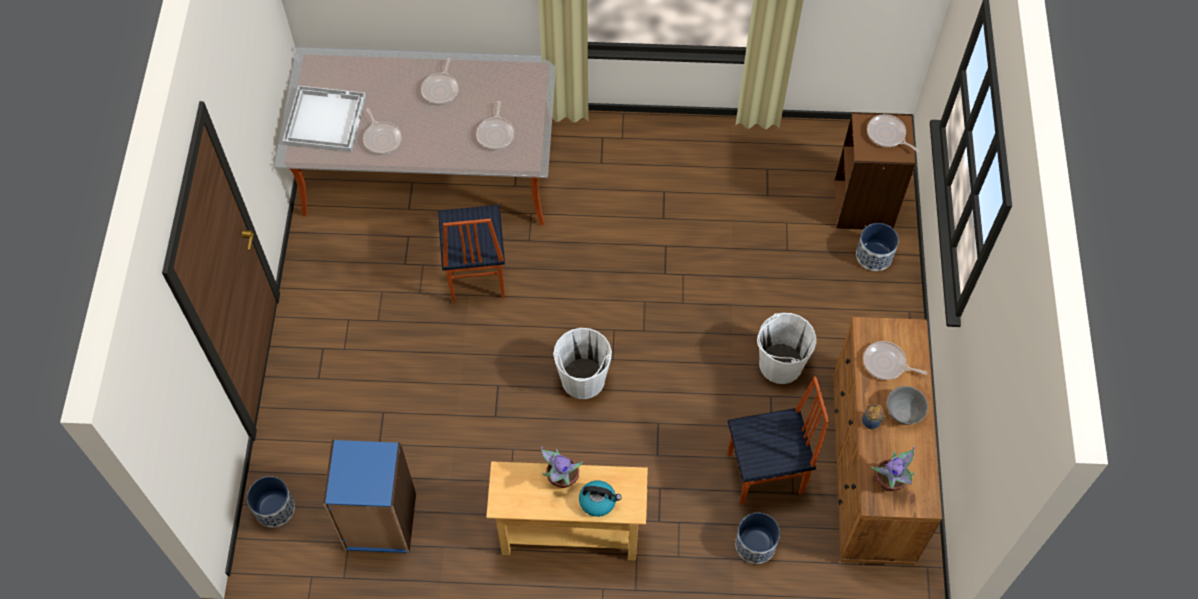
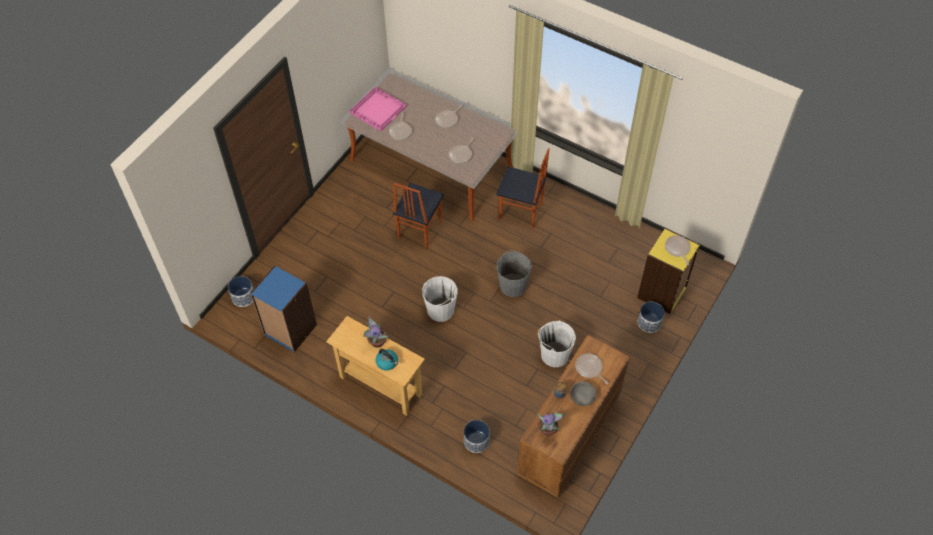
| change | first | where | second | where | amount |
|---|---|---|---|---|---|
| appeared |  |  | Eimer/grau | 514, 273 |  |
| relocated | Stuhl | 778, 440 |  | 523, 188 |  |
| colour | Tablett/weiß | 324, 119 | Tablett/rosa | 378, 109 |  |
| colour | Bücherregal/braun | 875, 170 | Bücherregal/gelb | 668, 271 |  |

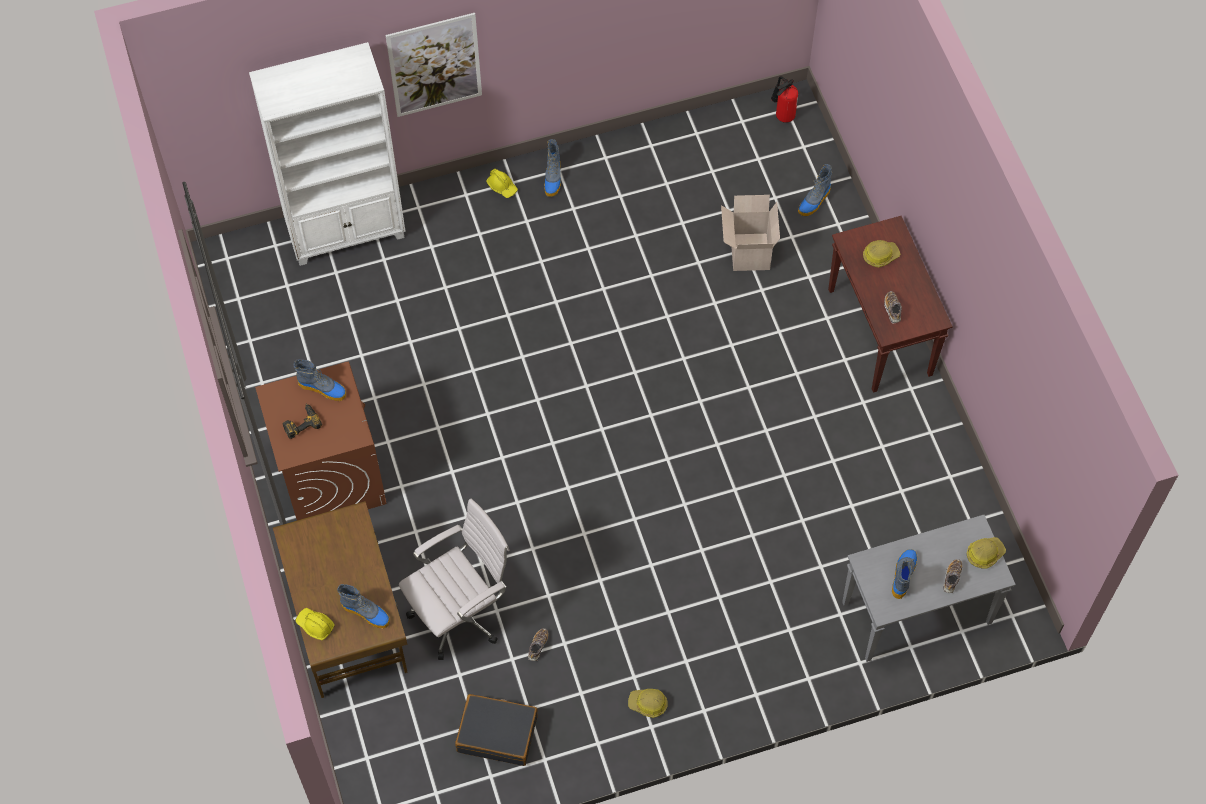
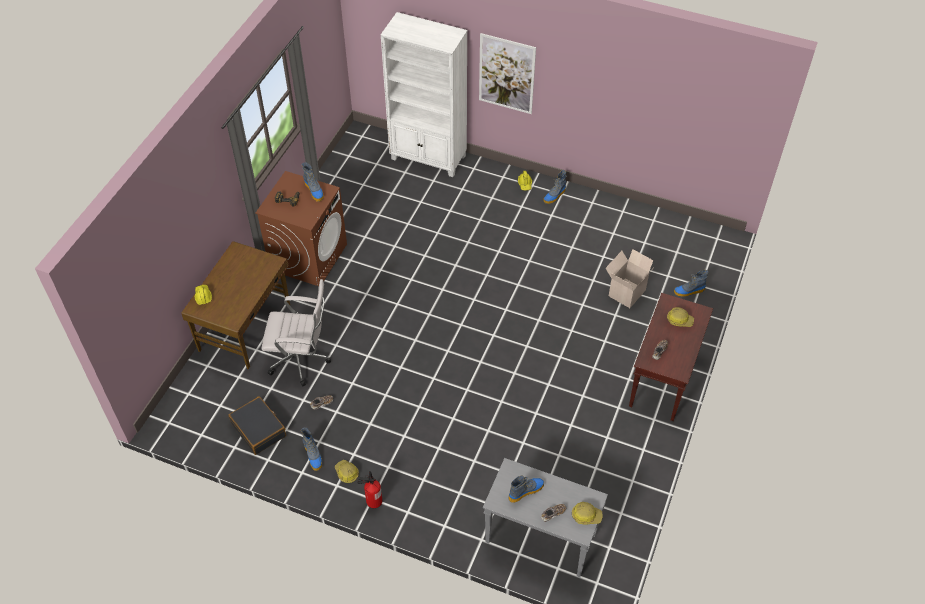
| change | first | where | second | where | amount |
|---|---|---|---|---|---|
| relocated | Stiefel | 363, 606 |  | 311, 449 |  |
| relocated | Feuerlöscher | 784, 99 |  | 369, 489 |  |

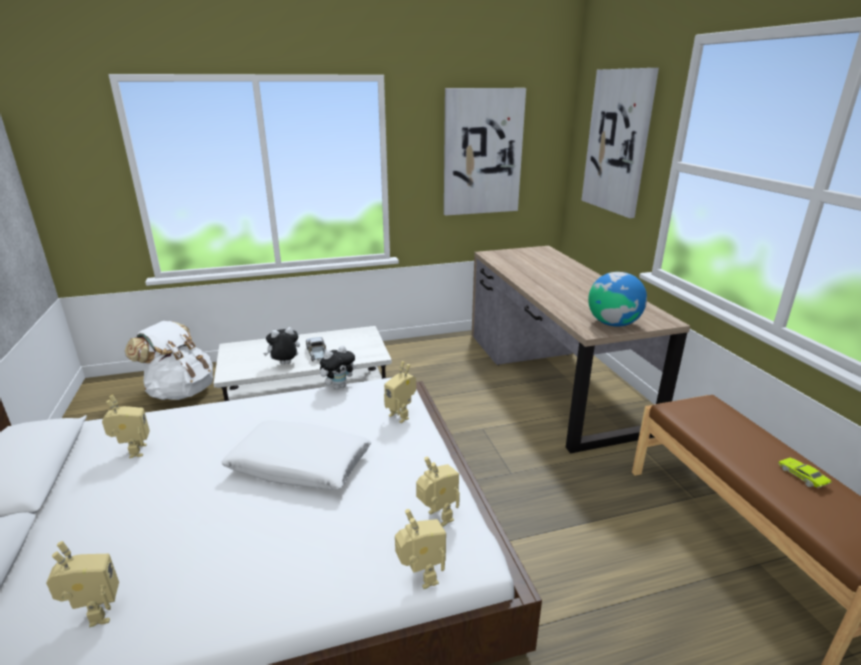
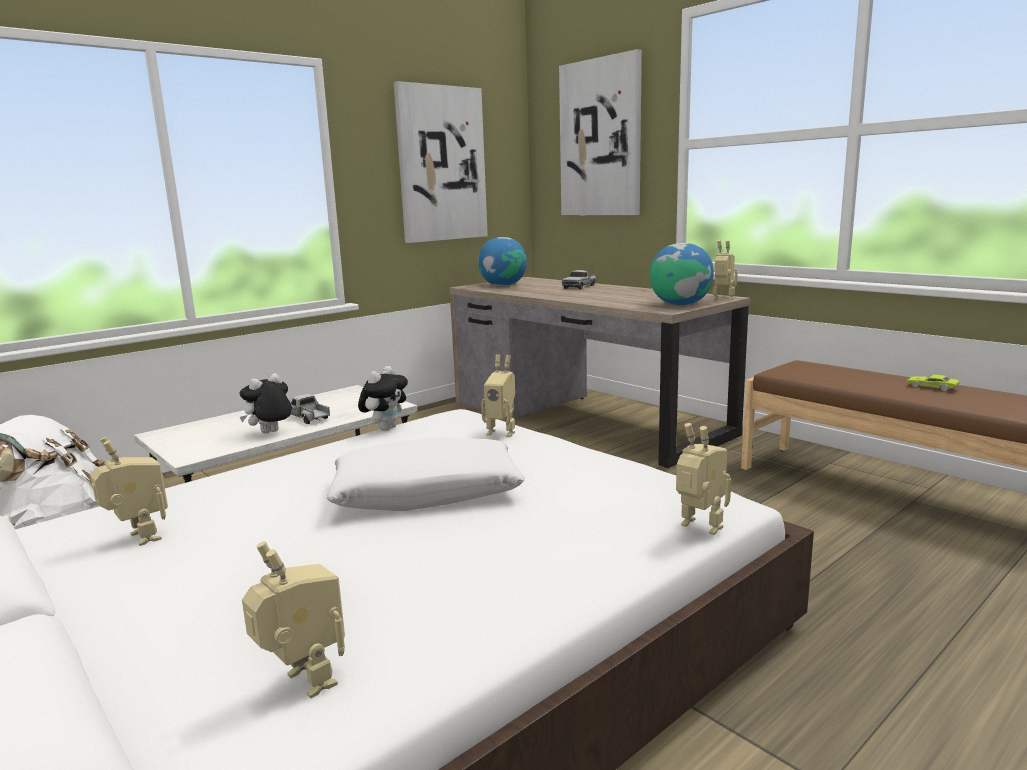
| change | first | where | second | where | amount |
|---|---|---|---|---|---|
| appeared |  |  | Globus | 502, 261 |  |
| appeared |  |  | Spielzeuglaster | 579, 279 |  |
| relocated | Spielzeugroboter | 438, 491 |  | 725, 270 |  |

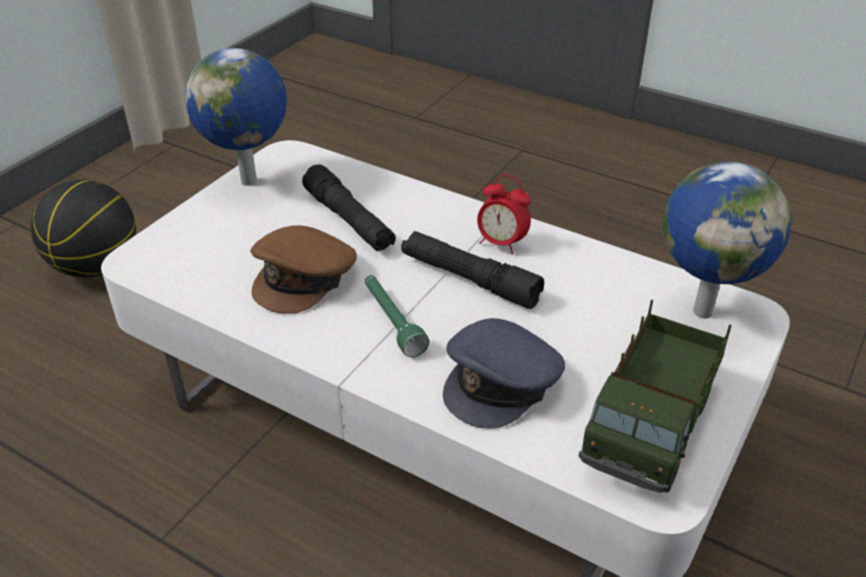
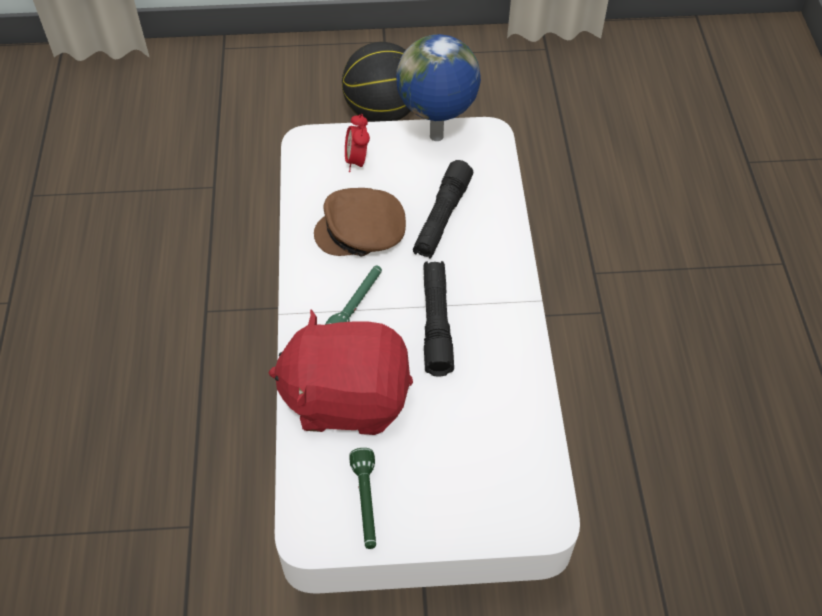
| change | first | where | second | where | amount |
|---|---|---|---|---|---|
| missing | Globus | 726, 240 |  |  |  |
| relocated | Wecker | 504, 214 |  | 357, 142 |  |
| exchanged | Kappe/grau | 504, 373 | Plüschtier/rot | 340, 372 |  |
| exchanged | Spielzeuglaster | 655, 396 | Taschenlampe/grün | 362, 498 |  |

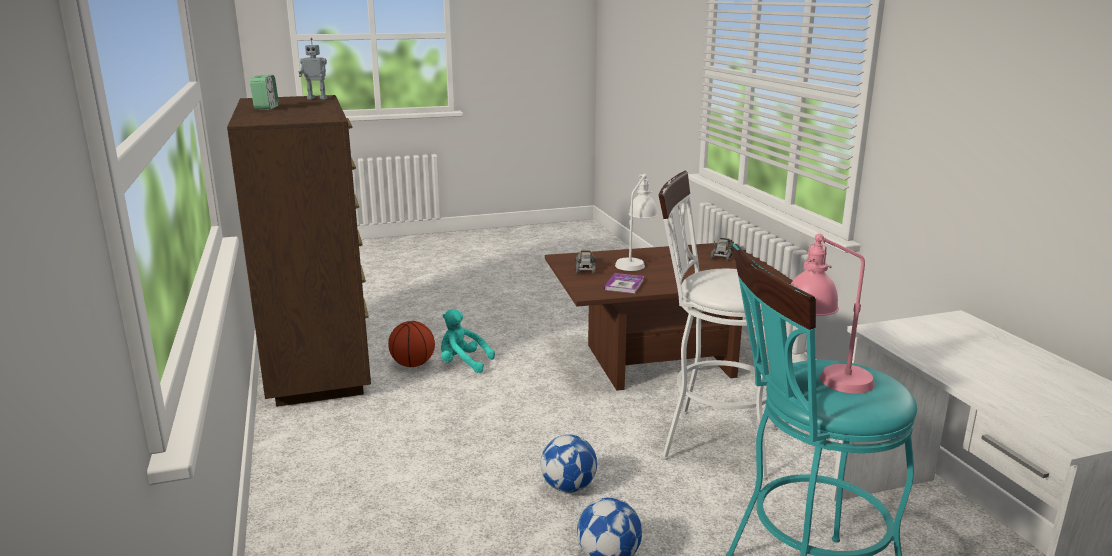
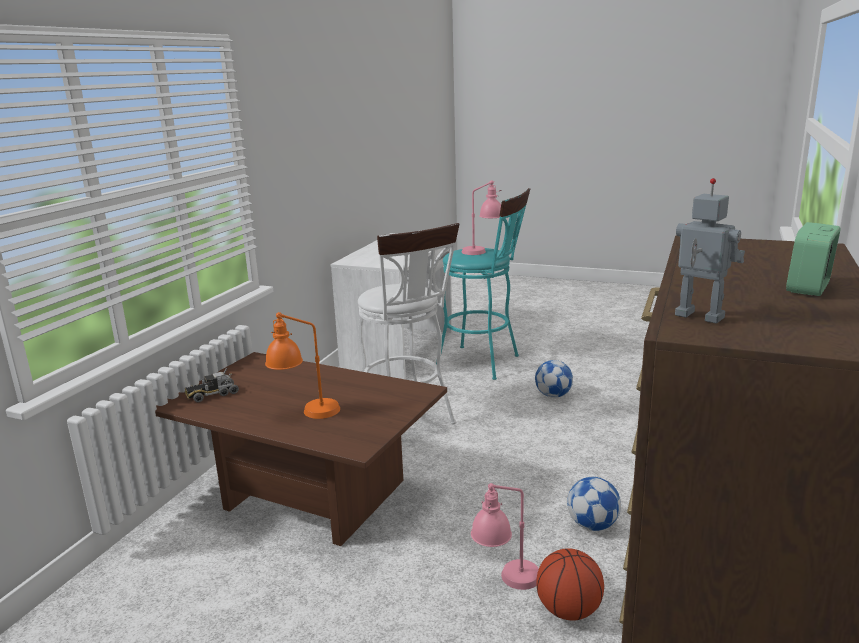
| change | first | where | second | where | amount |
|---|---|---|---|---|---|
| missing | Spielzeuglaster | 586, 262 |  |  |  |
| missing | Buch | 624, 283 |  |  |  |
| relocated | Fußball | 569, 463 |  | 594, 504 |  |
| exchanged | Plüschtier/türkis | 468, 341 | Tischlampe/rosa | 505, 536 |  |
| colour | Tischlampe/weiß | 636, 222 | Tischlampe/orange | 302, 365 |  |

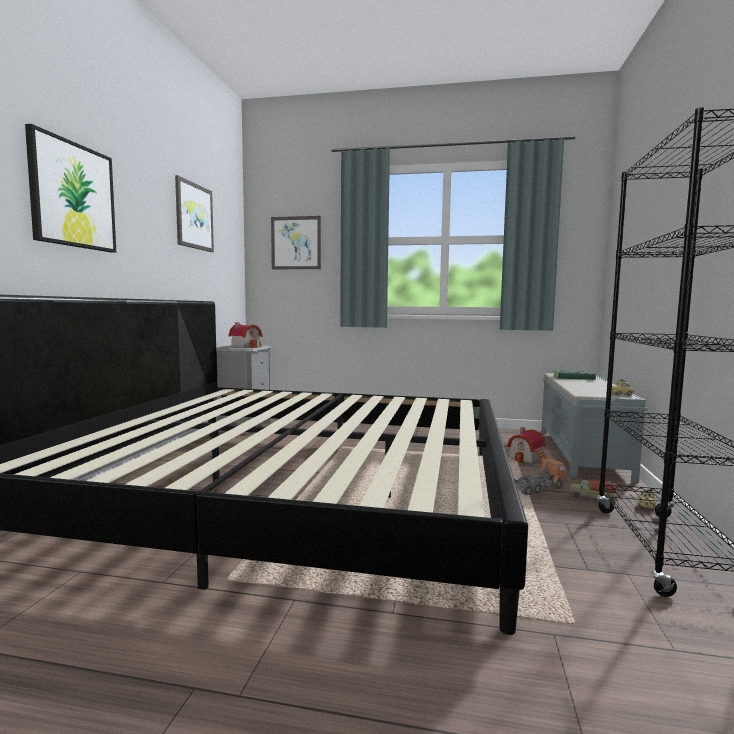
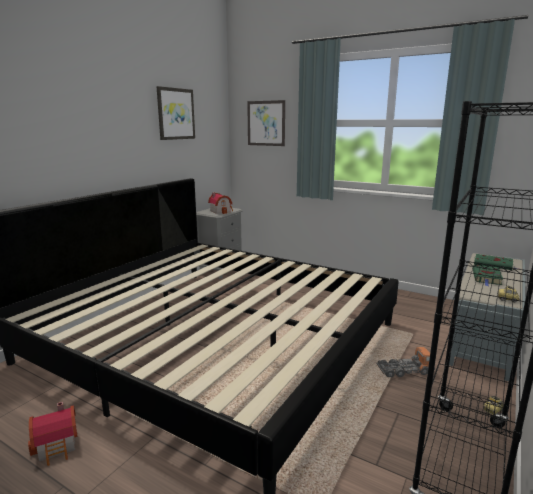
| change | first | where | second | where | amount |
|---|---|---|---|---|---|
| missing | Bild | 70, 188 |  |  |  |
| missing | Spielzeuglaster | 594, 490 |  |  |  |
| appeared |  |  | Buch/grün | 487, 275 |  |
| relocated | Spielzeughaus | 526, 445 |  | 52, 434 |  |

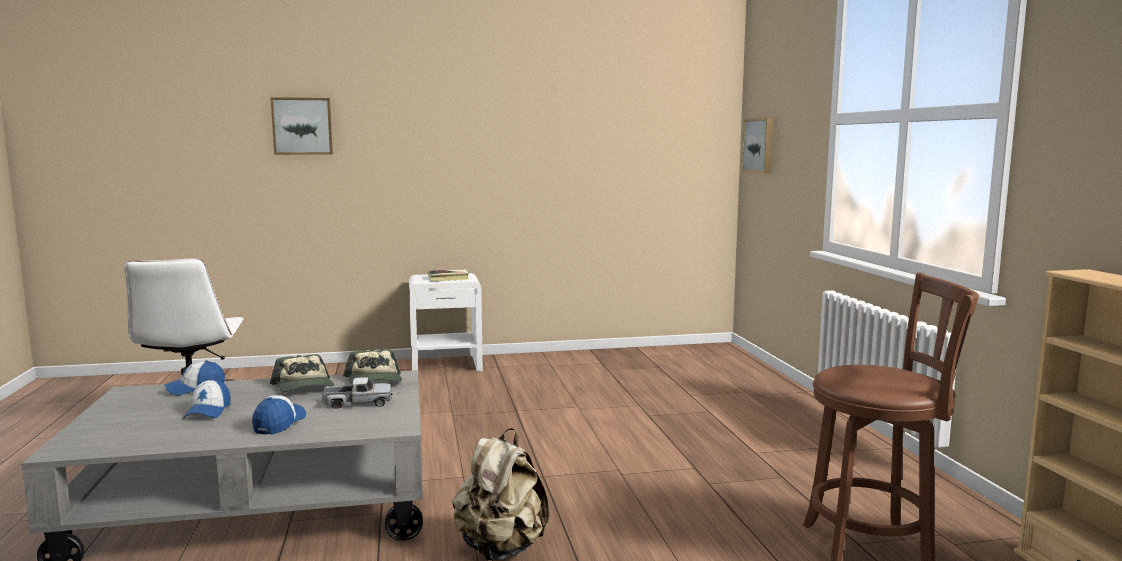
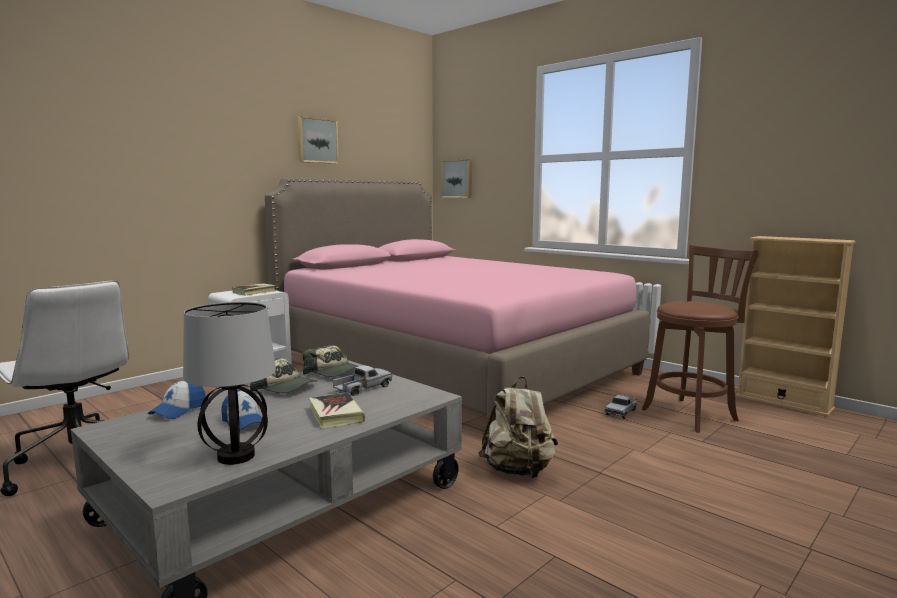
| change | first | where | second | where | amount |
|---|---|---|---|---|---|
| appeared |  |  | Tischlampe | 229, 383 |  |
| appeared |  |  | Bett/rosa | 457, 298 |  |
| appeared |  |  | Spielzeuglaster | 621, 407 |  |
| relocated | Bild | 302, 126 |  | 318, 140 |  |
| exchanged | Kappe | 279, 415 | Buch | 337, 411 |  |

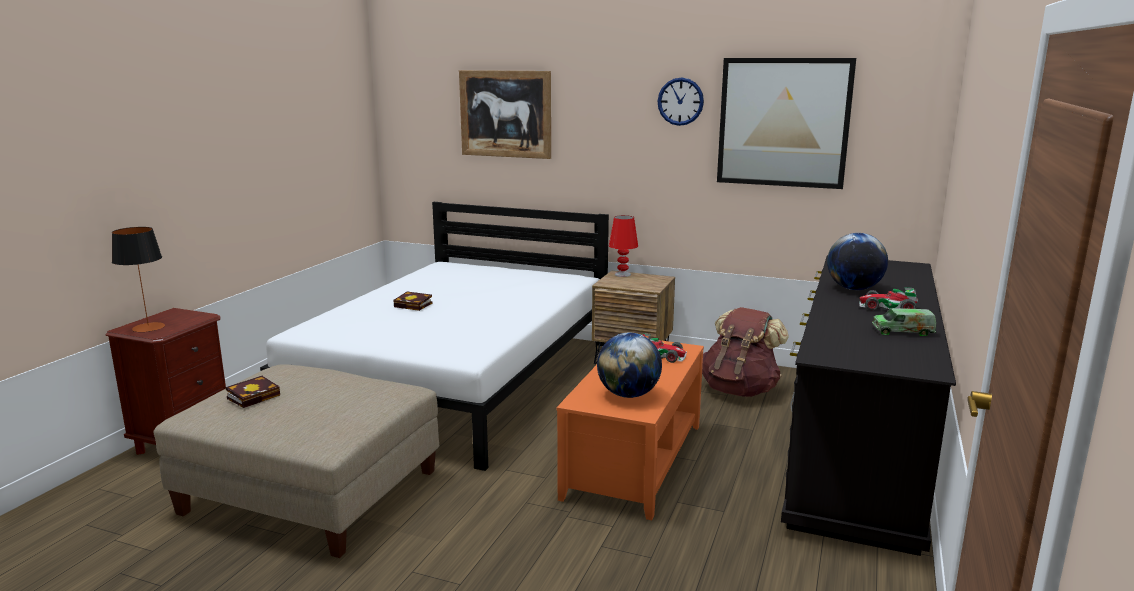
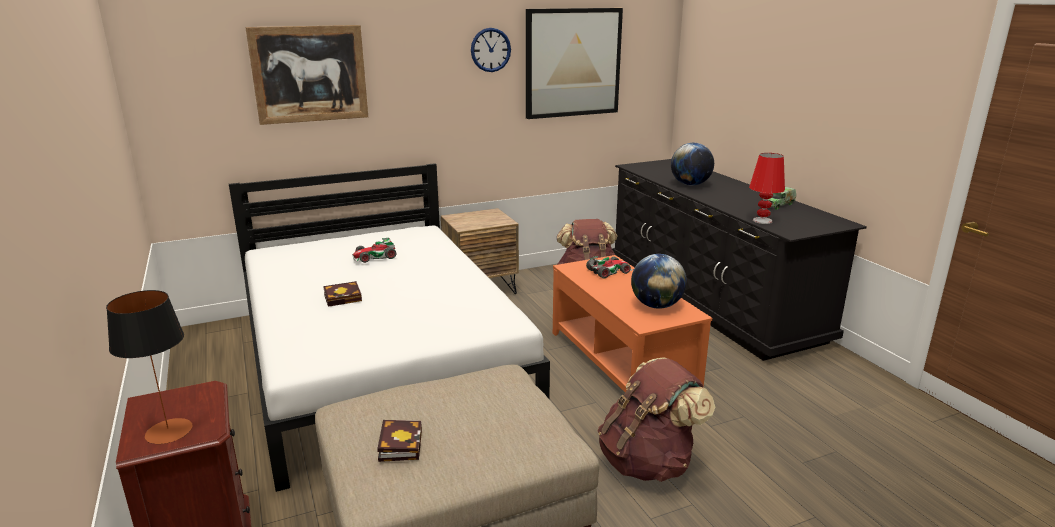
| change | first | where | second | where | amount |
|---|---|---|---|---|---|
| appeared |  |  | Rucksack/braun | 656, 420 |  |
| relocated | Tischlampe/rot | 623, 246 |  | 767, 188 |  |
| relocated | Spielzeugauto | 888, 299 |  | 374, 250 |  |

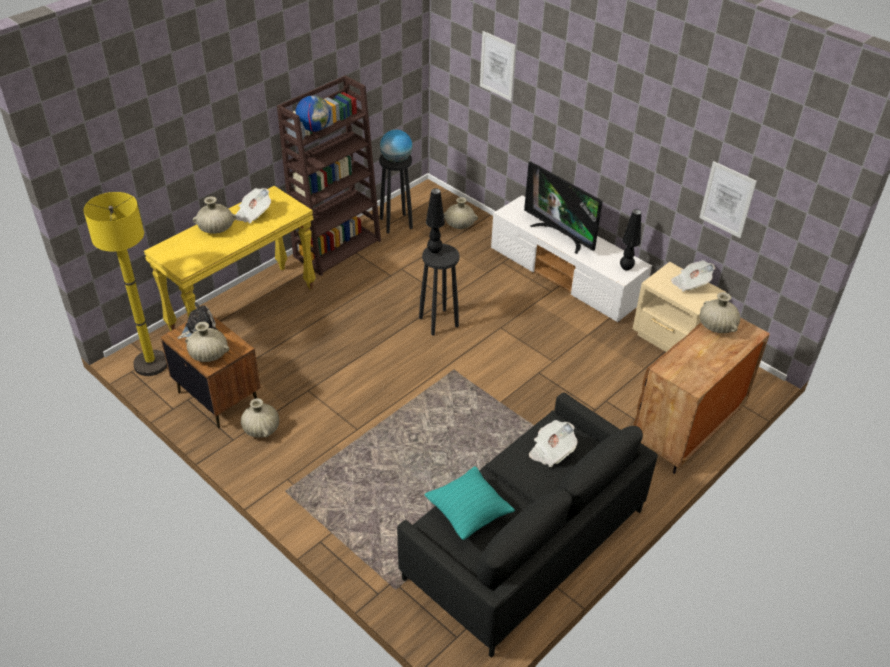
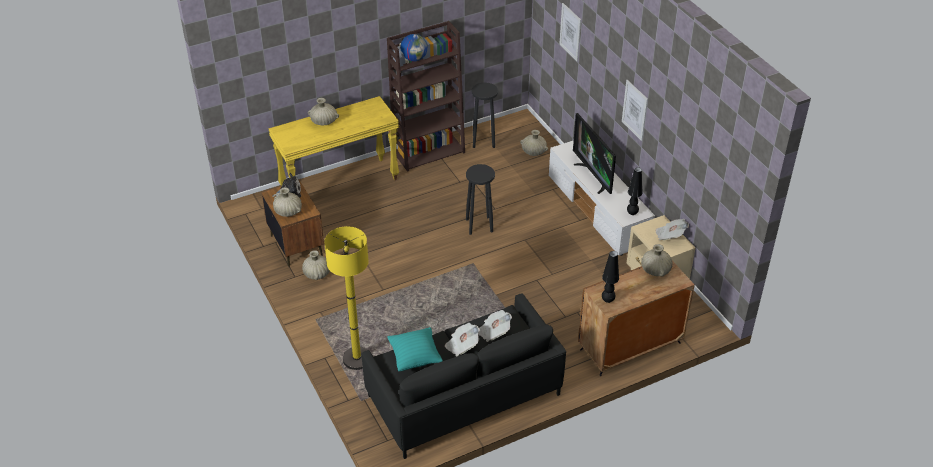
| change | first | where | second | where | amount |
|---|---|---|---|---|---|
| missing | Globus | 396, 146 |  |  |  |
| relocated | Stehlampe/gelb | 125, 284 |  | 346, 298 |  |
| relocated | Zeitung | 253, 206 |  | 462, 339 |  |
| relocated | Tischlampe/schwarz | 435, 220 |  | 610, 277 |  |
| relocated | Bild | 728, 199 |  | 635, 110 |  |

